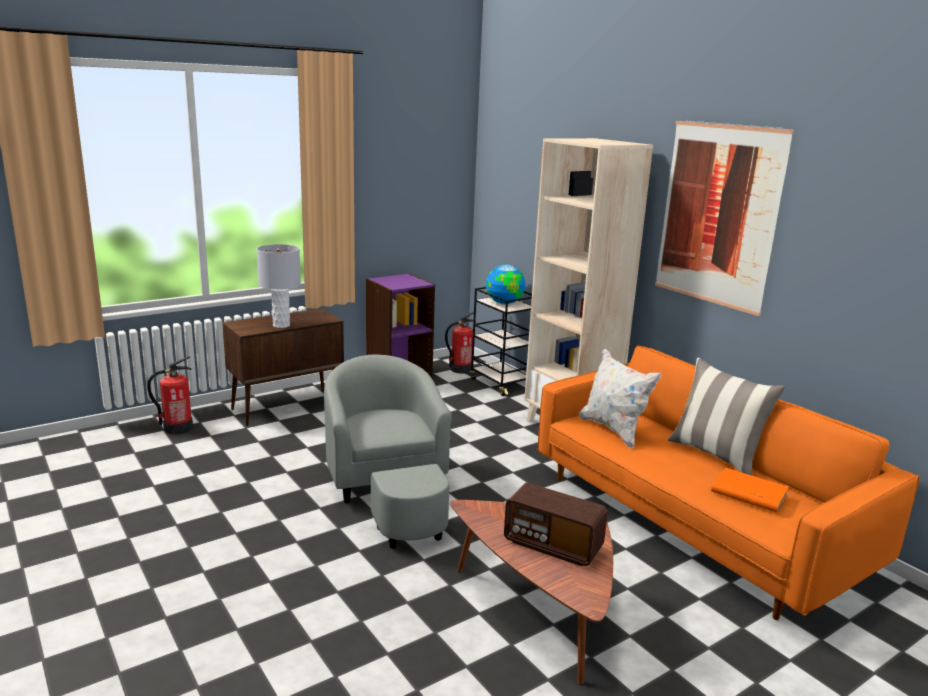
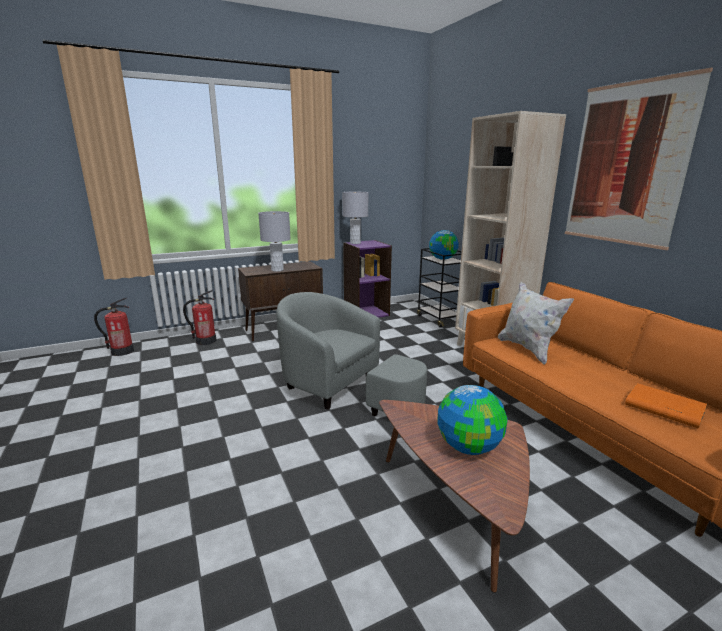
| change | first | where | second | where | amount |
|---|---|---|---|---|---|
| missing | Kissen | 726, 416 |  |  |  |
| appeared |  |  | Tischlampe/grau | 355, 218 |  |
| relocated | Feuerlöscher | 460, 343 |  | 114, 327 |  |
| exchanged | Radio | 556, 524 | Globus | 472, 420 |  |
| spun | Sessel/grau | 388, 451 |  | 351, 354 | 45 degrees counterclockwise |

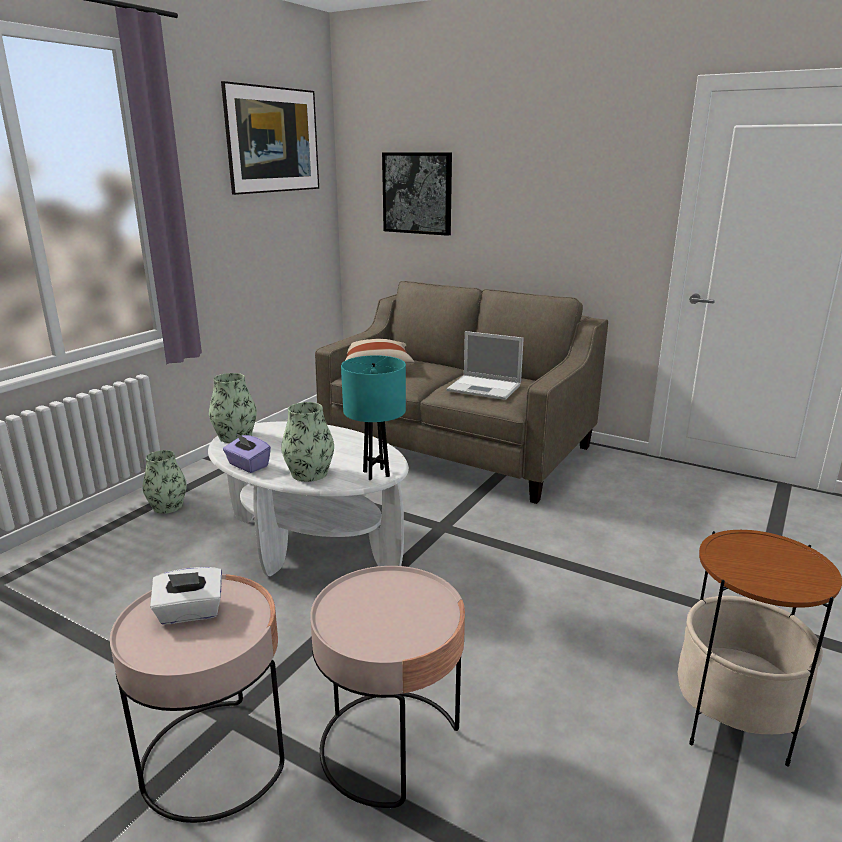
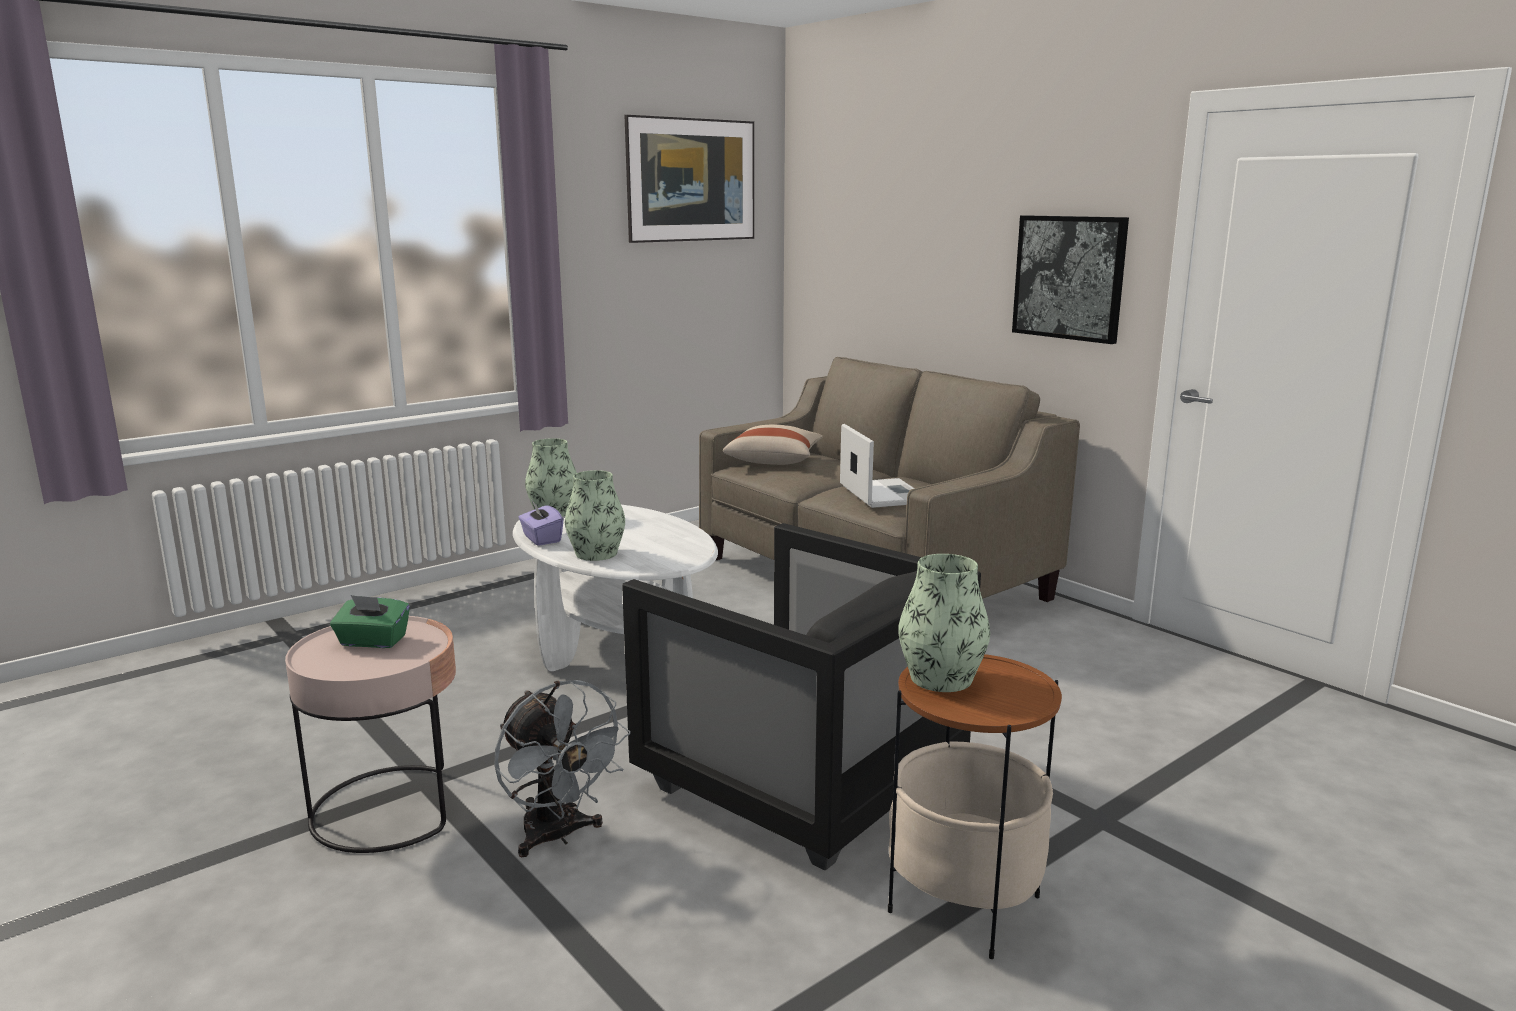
| change | first | where | second | where | amount |
|---|---|---|---|---|---|
| missing | Tischlampe/türkis | 373, 417 |  |  |  |
| appeared |  |  | Sessel/schwarz | 801, 696 |  |
| relocated | Vase | 164, 482 |  | 944, 623 |  |
| relocated | Bild | 417, 194 |  | 1070, 279 |  |
| exchanged | Beistelltisch/rosa | 387, 687 | Ventilator/grau | 563, 768 |  |
| colour | Taschentuchbox/weiß | 186, 596 | Taschentuchbox/grün | 370, 621 |  |
| spun | Laptop | 485, 365 |  | 877, 466 | 150 degrees counterclockwise |

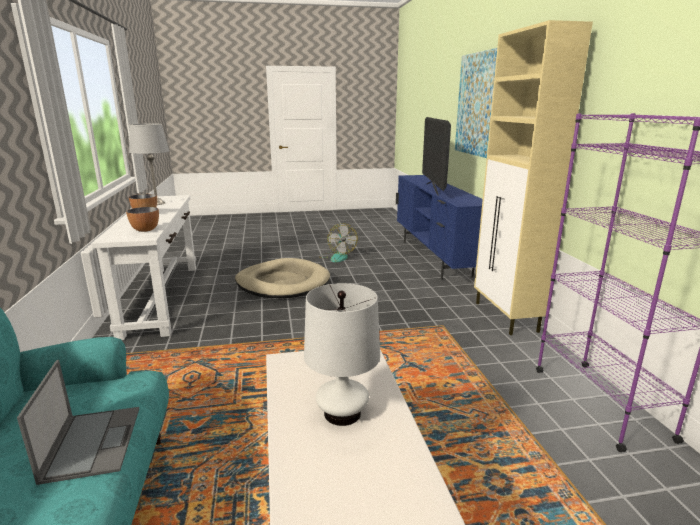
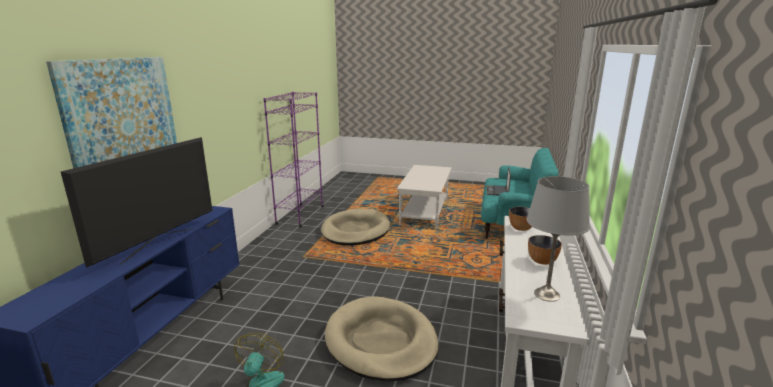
| change | first | where | second | where | amount |
|---|---|---|---|---|---|
| missing | Tischlampe/weiß | 342, 354 |  |  |  |
| missing | Schrank/beige | 533, 177 |  |  |  |
| appeared |  |  | Hundebett/beige | 355, 227 |  |

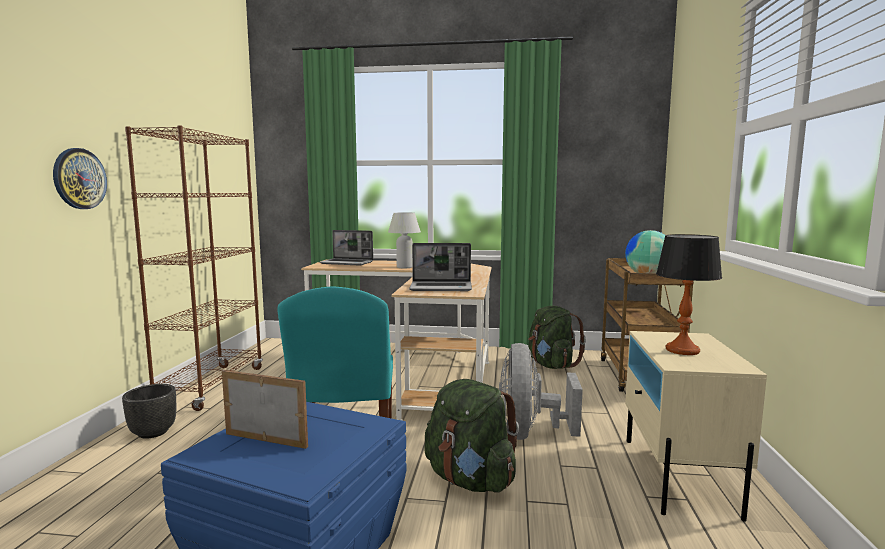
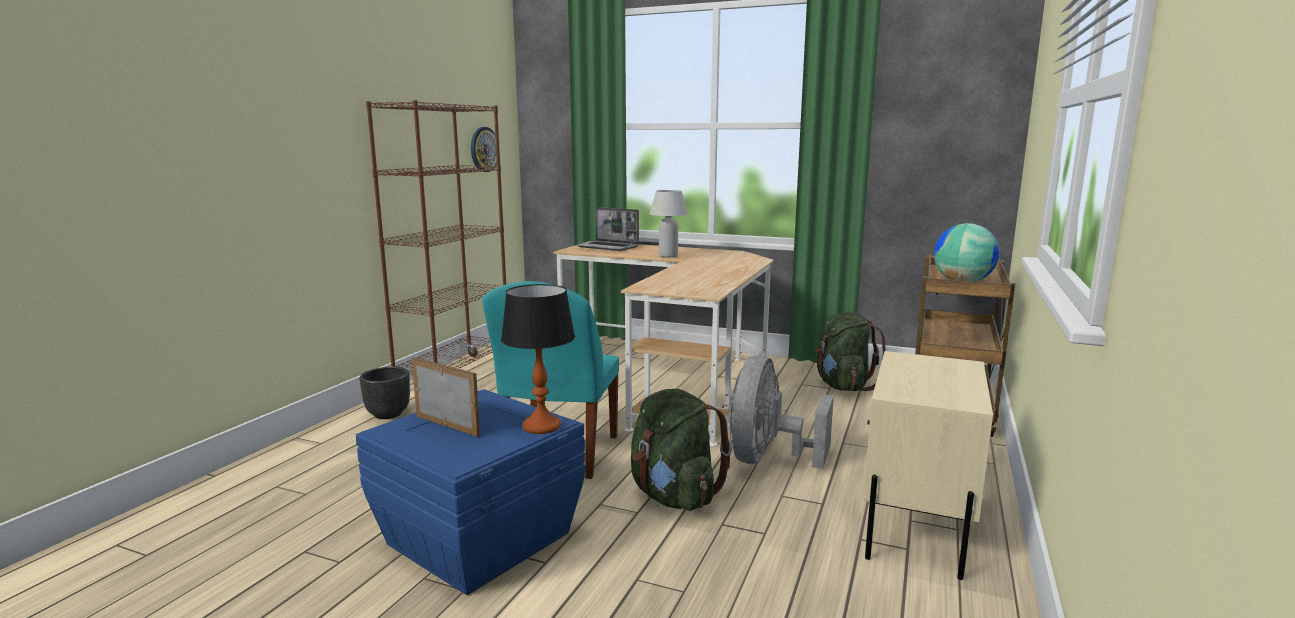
| change | first | where | second | where | amount |
|---|---|---|---|---|---|
| missing | Laptop | 440, 267 |  |  |  |
| relocated | Wanduhr | 80, 178 |  | 485, 149 |  |
| relocated | Tischlampe | 689, 294 |  | 538, 359 |  |

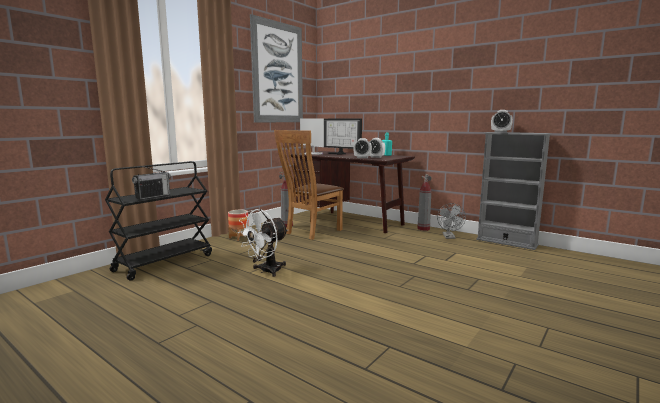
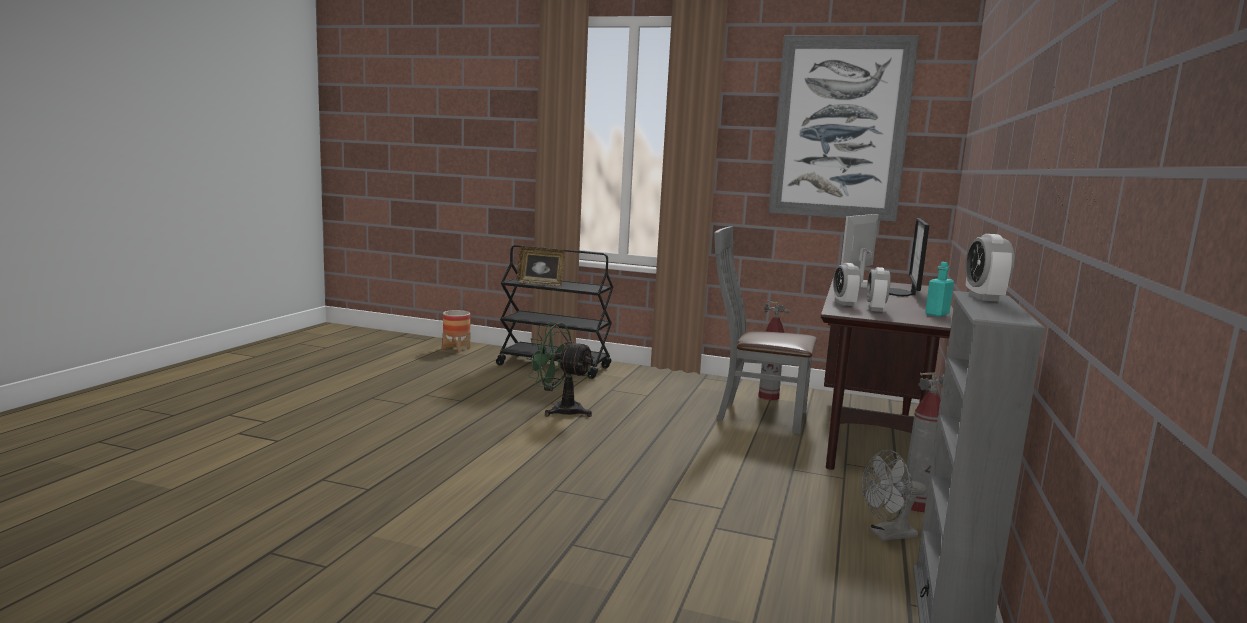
| change | first | where | second | where | amount |
|---|---|---|---|---|---|
| relocated | Pflanzkübel | 238, 225 |  | 456, 331 |  |
| exchanged | Radio | 151, 182 | Bilderrahmen | 540, 267 |  |
| colour | Ventilator/weiß | 263, 243 | Ventilator/grün | 560, 369 |  |
| colour | Stuhl/braun | 309, 185 | Stuhl/grau | 765, 330 |  |

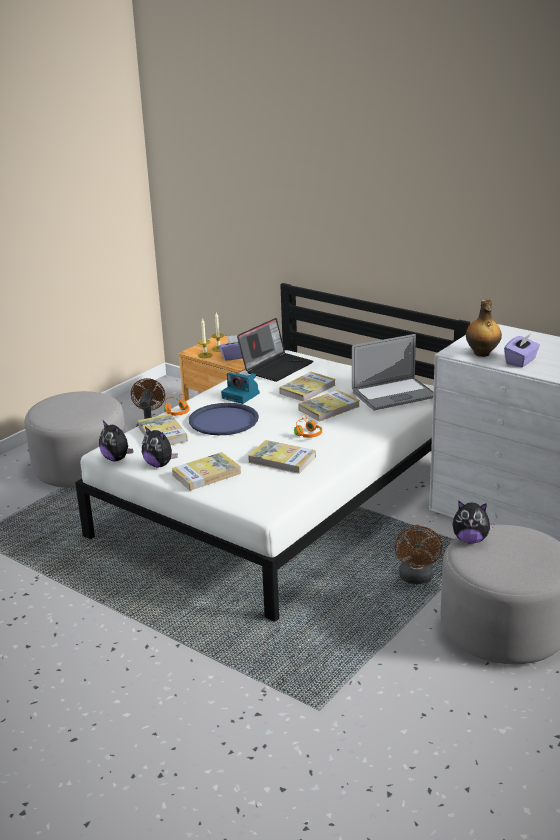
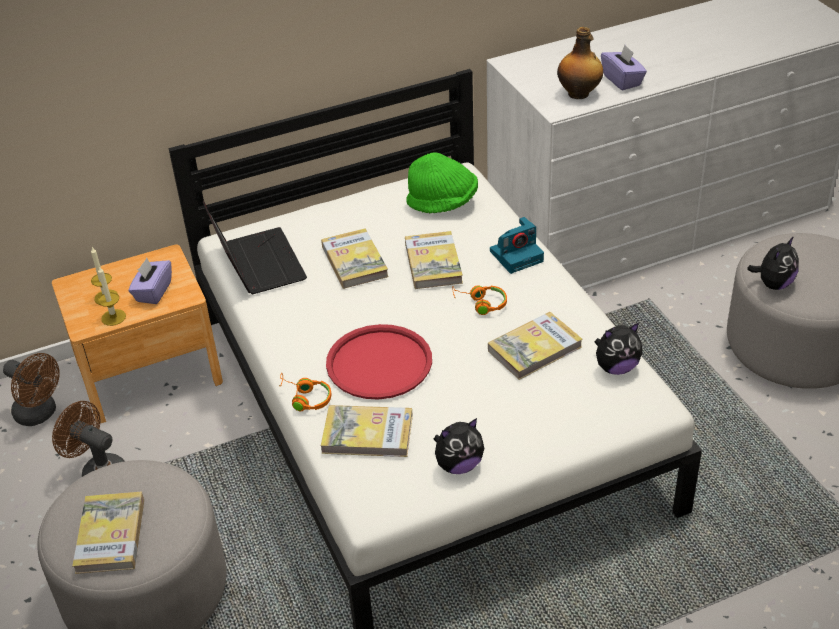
| change | first | where | second | where | amount |
|---|---|---|---|---|---|
| relocated | Plüschtier | 116, 441 |  | 618, 348 |  |
| relocated | Buch | 206, 471 |  | 108, 533 |  |
| relocated | Kamera | 240, 388 |  | 517, 245 |  |
| relocated | Ventilator/braun | 418, 554 |  | 31, 389 |  |
| exchanged | Laptop | 392, 372 | Hut/grün | 442, 182 |  |
| colour | Tablett/blau | 224, 419 | Tablett/rot | 379, 362 |  |

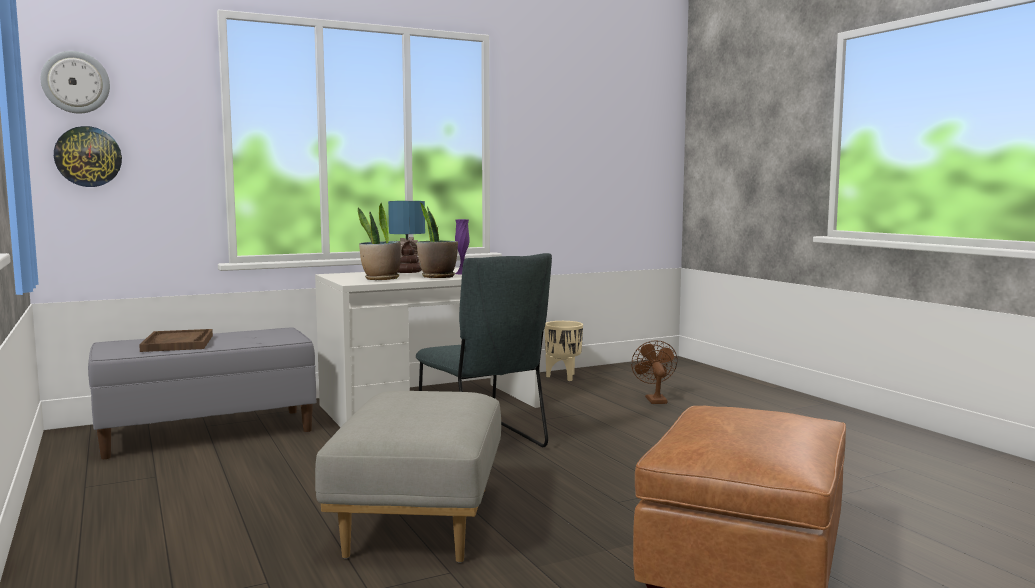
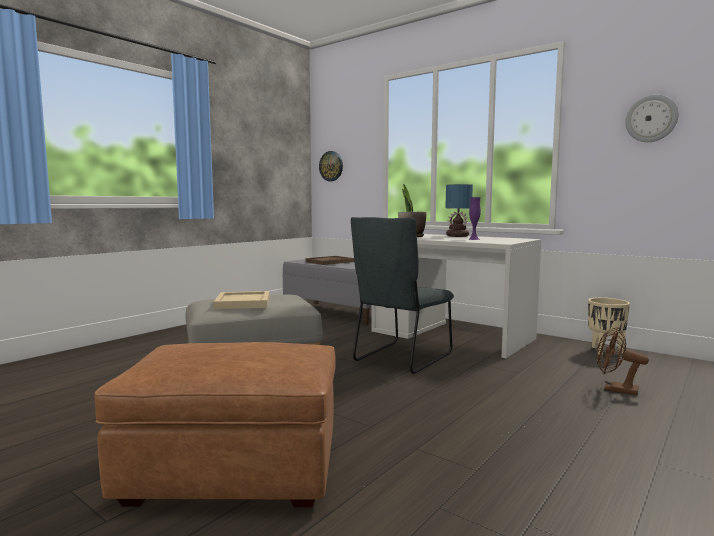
| change | first | where | second | where | amount |
|---|---|---|---|---|---|
| missing | Topfpflanze | 437, 240 |  |  |  |
| appeared |  |  | Tablett/beige | 241, 300 |  |
| relocated | Wanduhr | 75, 82 |  | 651, 118 |  |
| spun | Ventilator/braun | 654, 372 |  | 622, 360 | 120 degrees counterclockwise |

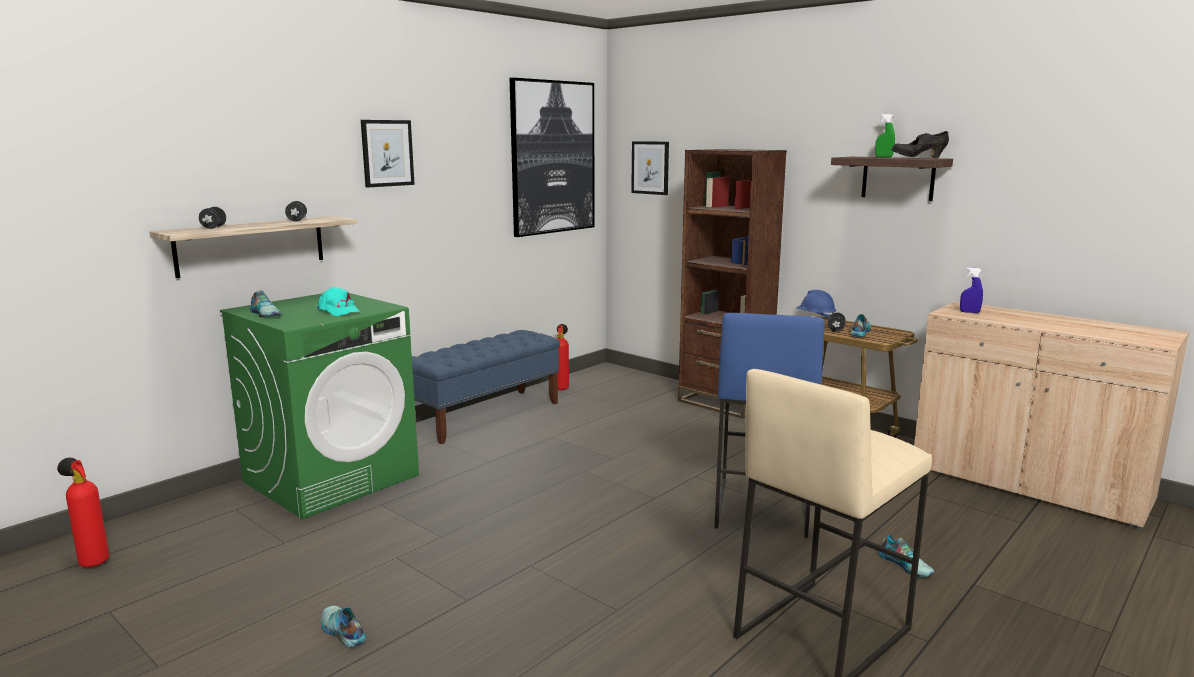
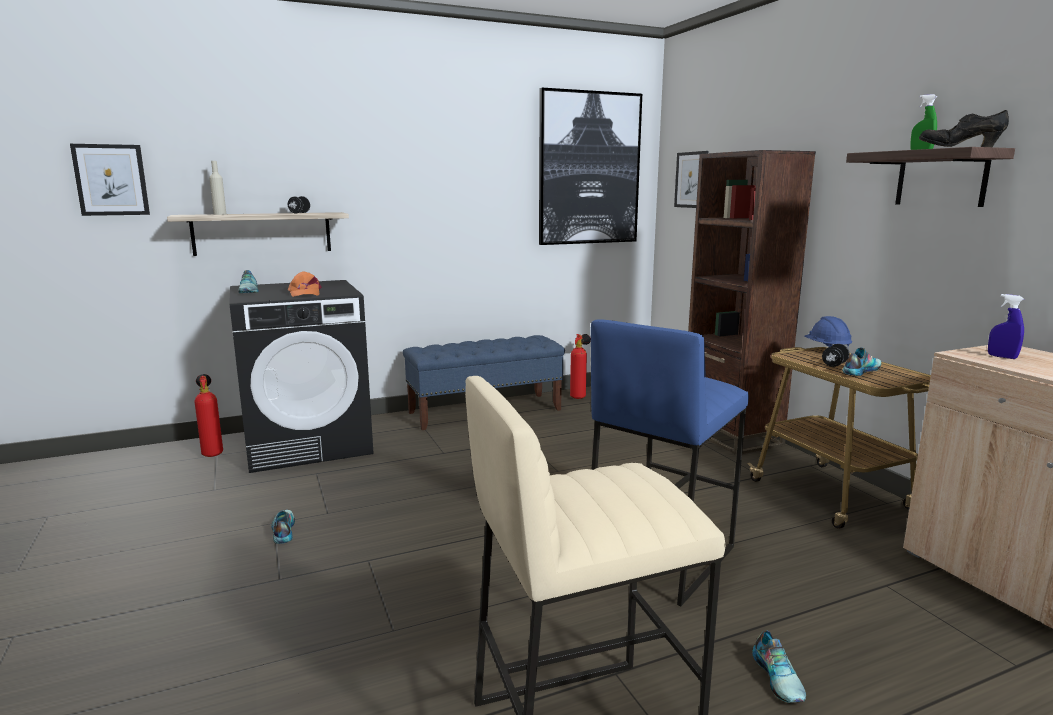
| change | first | where | second | where | amount |
|---|---|---|---|---|---|
| relocated | Feuerlöscher | 83, 512 |  | 209, 415 |  |
| relocated | Schuh | 343, 626 |  | 283, 527 |  |
| relocated | Bild | 388, 154 |  | 110, 180 |  |
| exchanged | Hantel/schwarz | 212, 218 | Flasche/beige | 217, 188 |  |
| colour | Waschmaschine/grün | 319, 406 | Waschmaschine/schwarz | 301, 376 |  |
| colour | Kappe/türkis | 338, 301 | Kappe/orange | 305, 284 |  |

